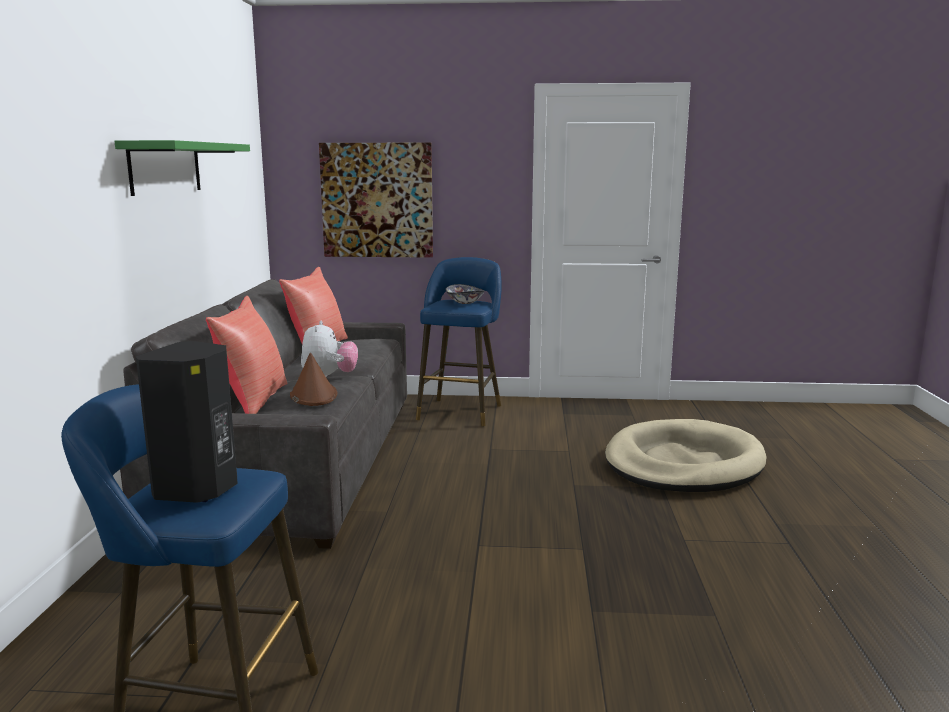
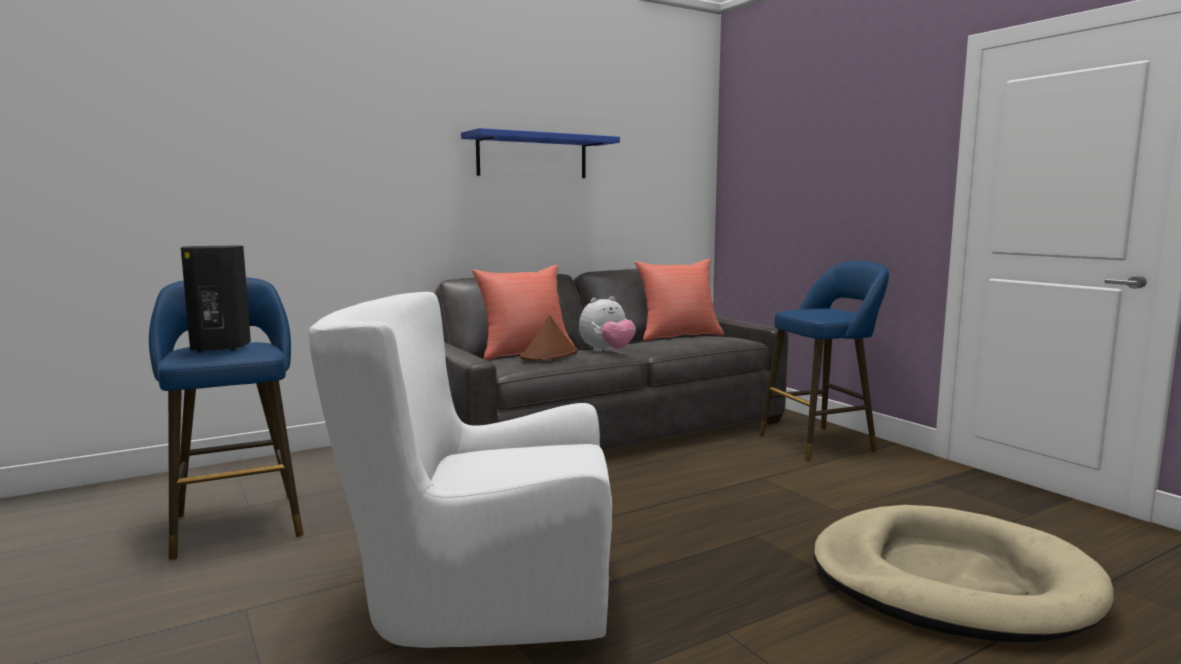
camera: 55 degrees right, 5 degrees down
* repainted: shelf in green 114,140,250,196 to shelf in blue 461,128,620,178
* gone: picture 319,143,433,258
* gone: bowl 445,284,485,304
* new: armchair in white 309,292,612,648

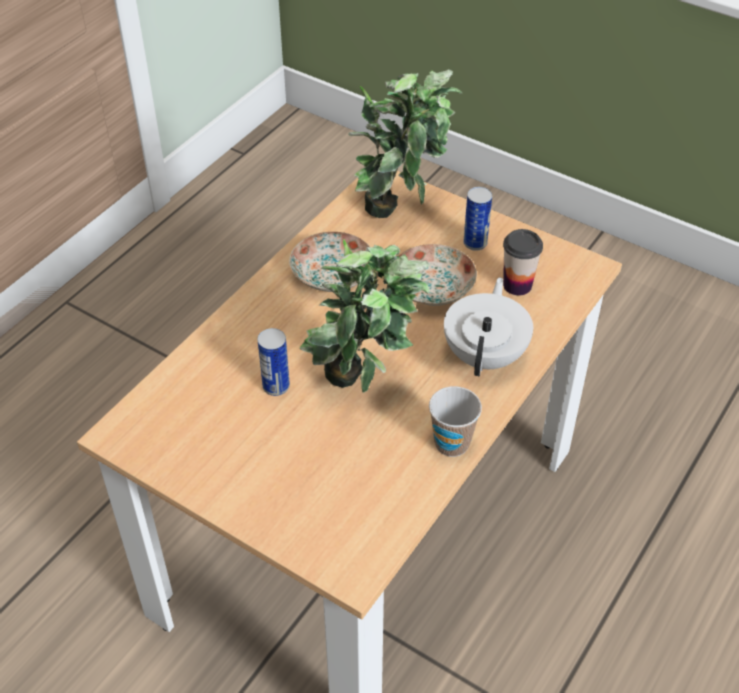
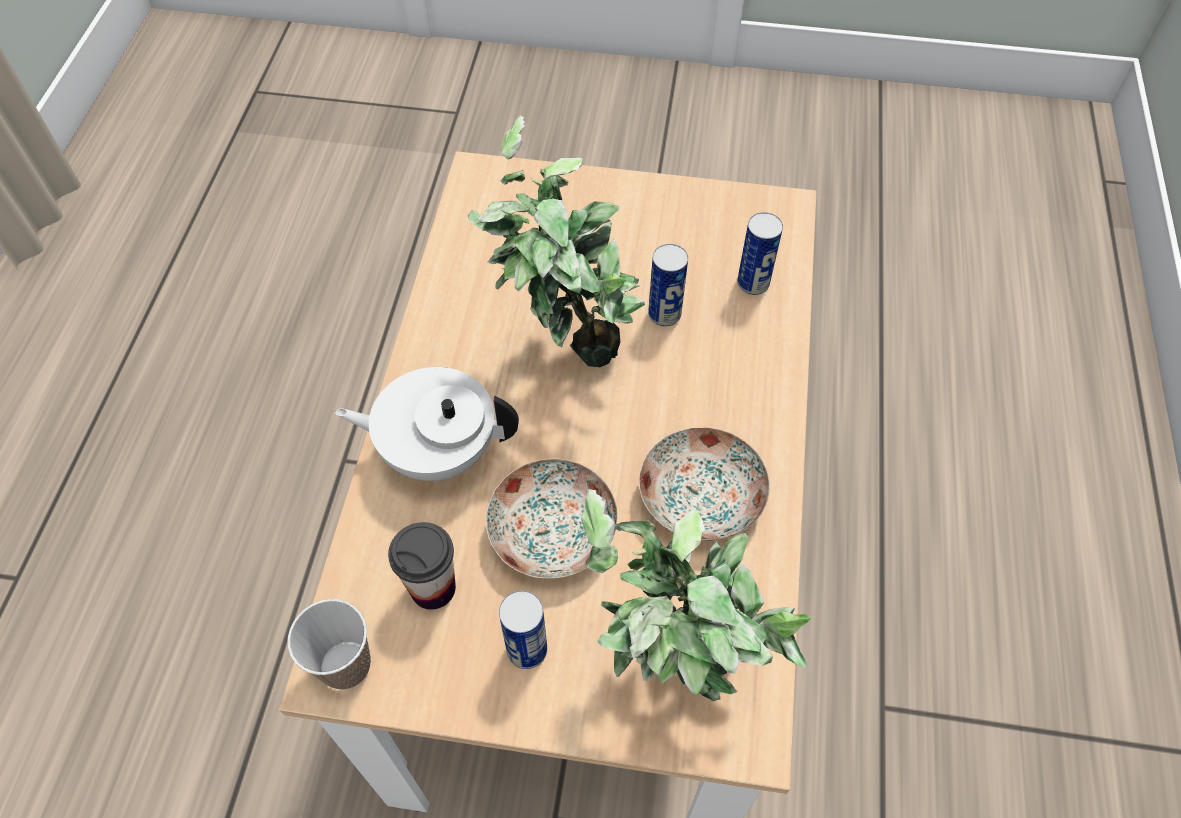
camera: 155 degrees right, 10 degrees up
* rotated: teapot in white 444,277,533,376 = 335,367,519,481 105 degrees clockwise
* shifted: cup 429,386,482,457 to 287,599,371,690
* new: can 737,212,783,295

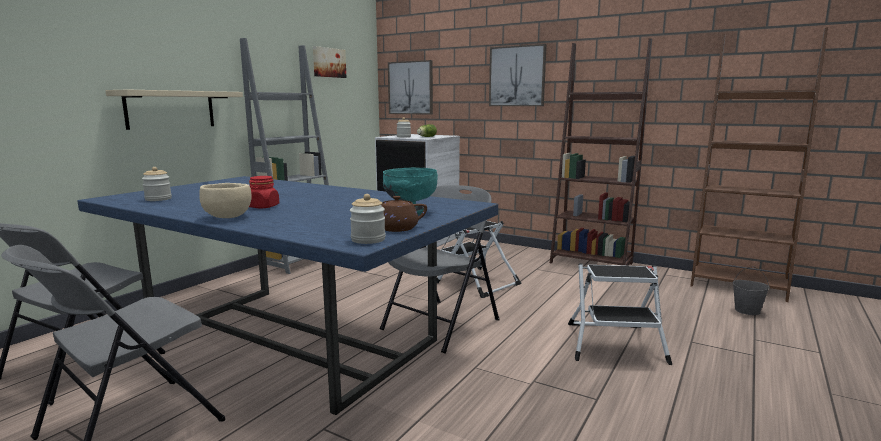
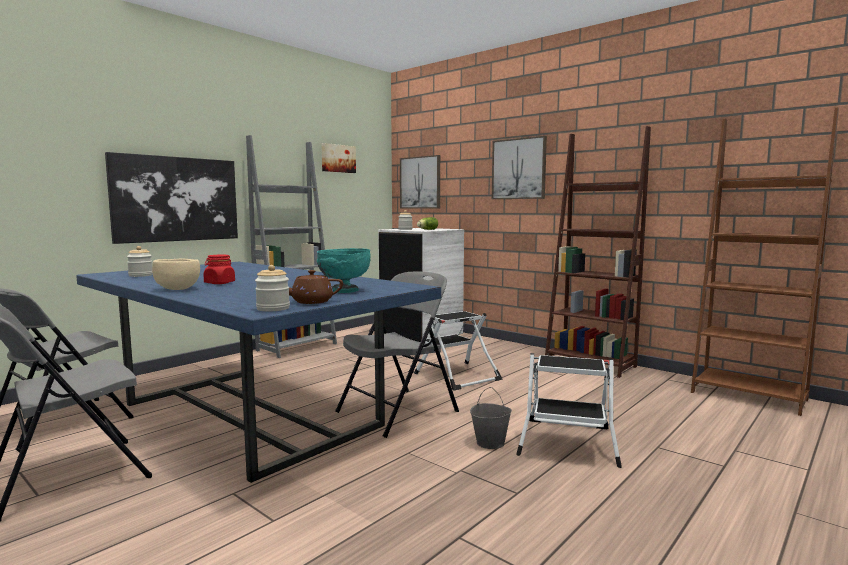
camera: 10 degrees right, 5 degrees down
* swapped: shelf in beige 105,89,243,130 to picture 105,152,238,244
* shifted: bucket in grey 733,266,770,315 to 470,387,512,449

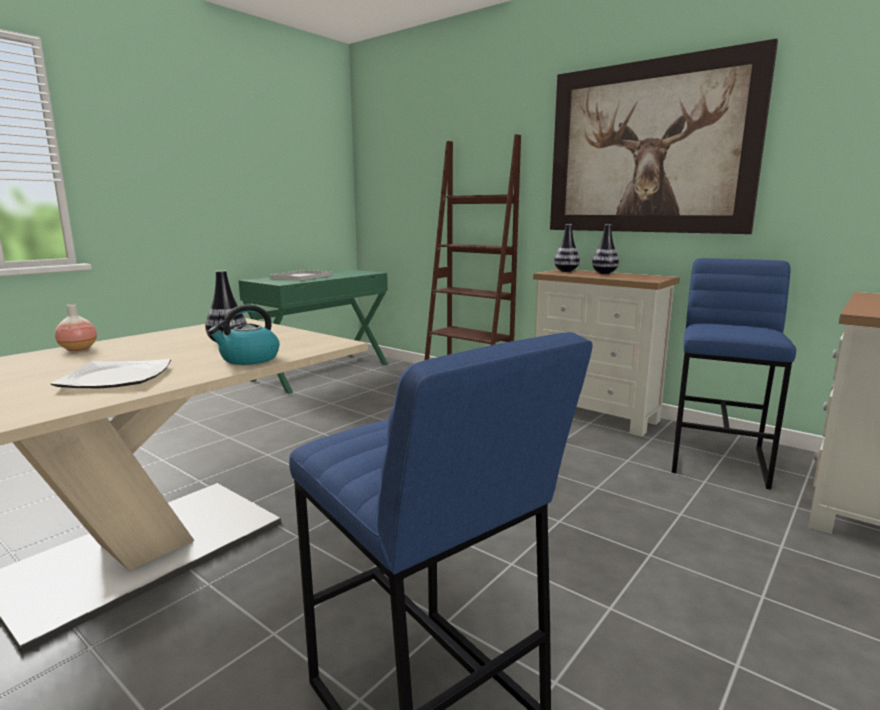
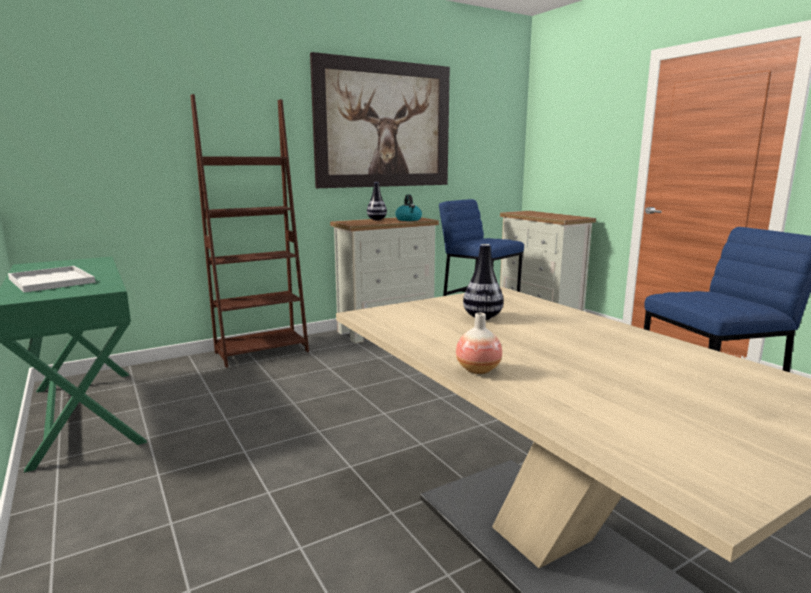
camera: 70 degrees left, 0 degrees up
* gone: vase 554,224,580,272
* shifted: kettle 208,304,279,365 to 395,194,422,221
* gone: plate 51,359,171,388

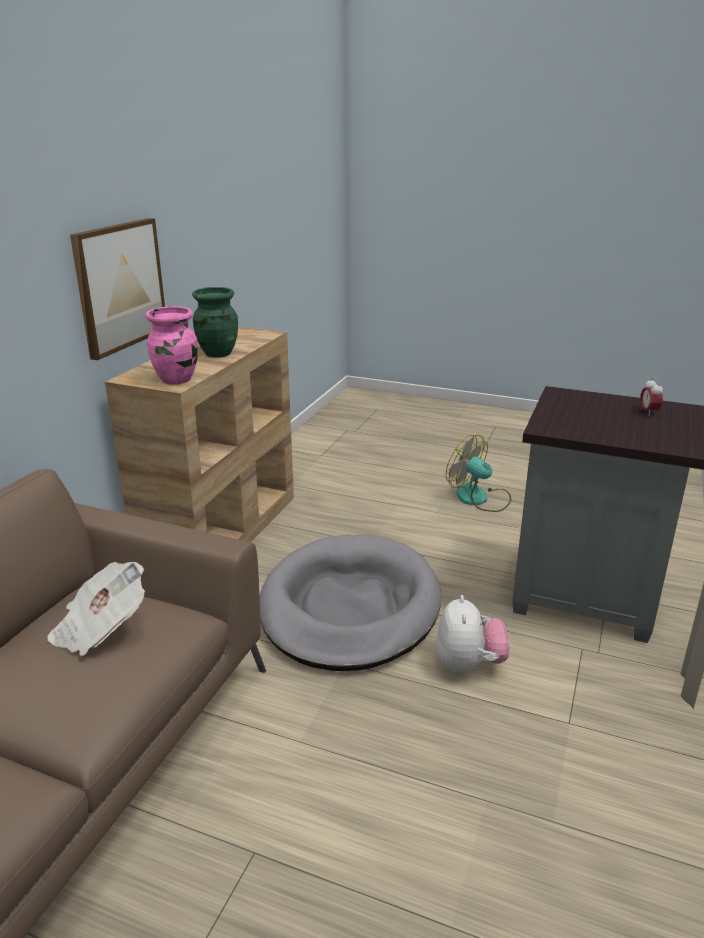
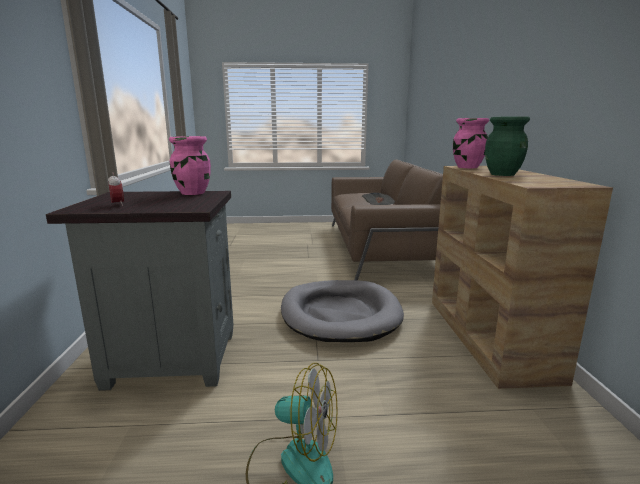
camera: 155 degrees right, 10 degrees down
* gone: picture 70,218,165,360
* gone: plush toy 436,595,510,674
* new: vase in pink 169,136,211,195

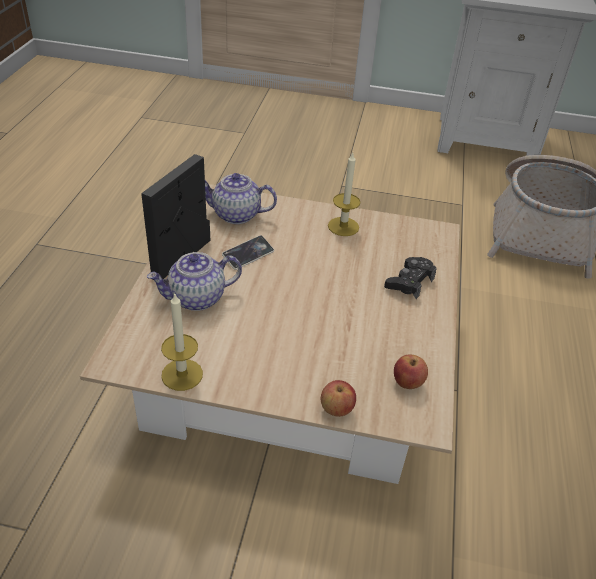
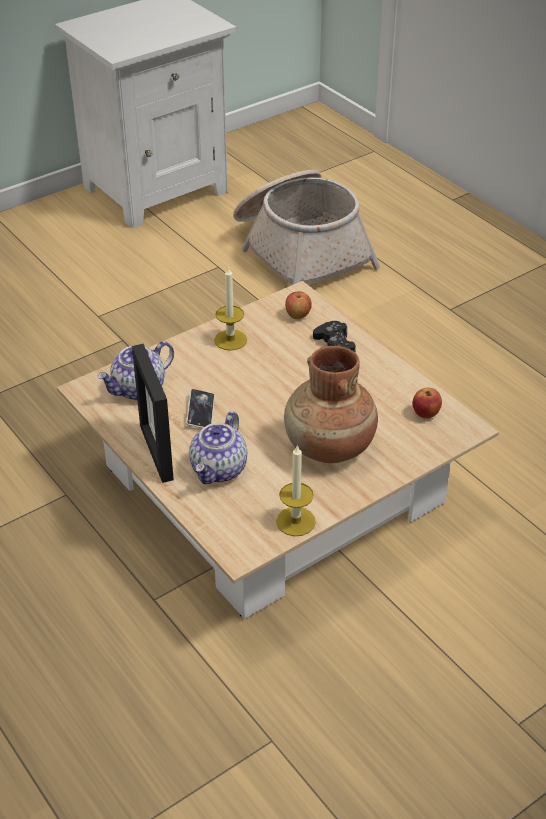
camera: 45 degrees left, 0 degrees up
* shifted: apple 321,380,356,417 to 285,291,312,319
* new: vase in brown 284,346,378,463

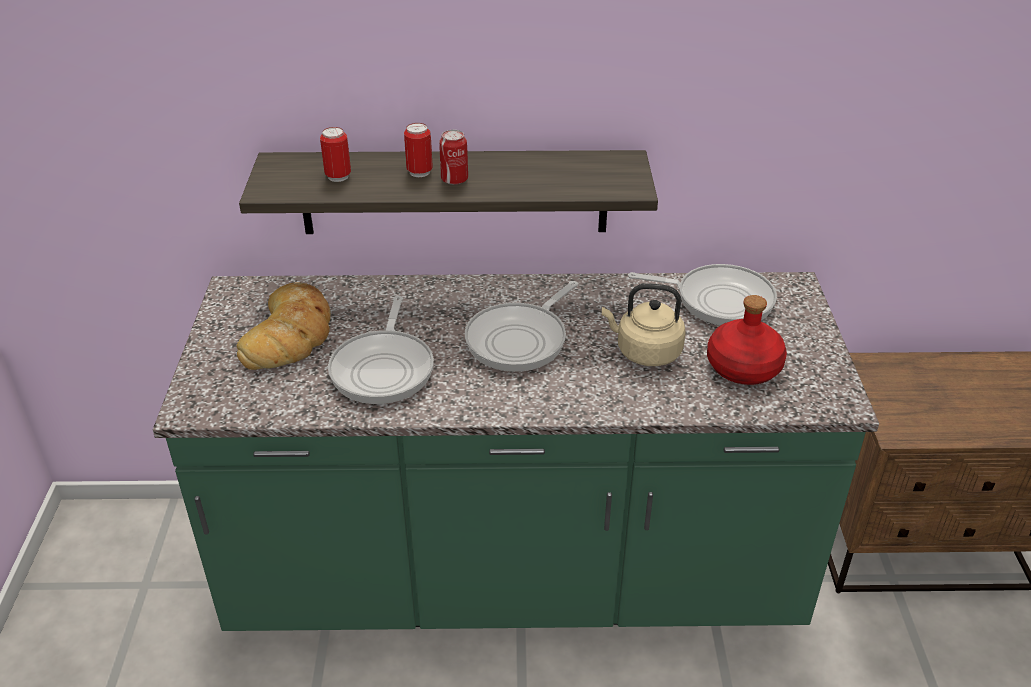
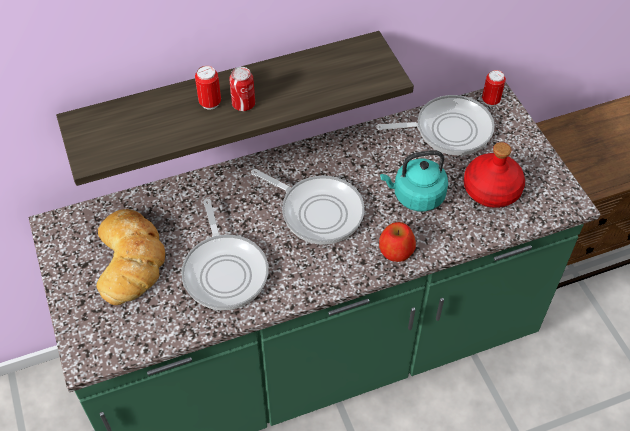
camera: 20 degrees left, 15 degrees up
* shifted: can 320,127,351,182 to 482,70,506,106
* rotated: frying pan 465,281,578,372 = 251,169,365,245 75 degrees counterclockwise
* repainted: kettle in beige 602,283,686,366 to kettle in turquoise 380,150,448,211
* new: apple 379,222,416,262

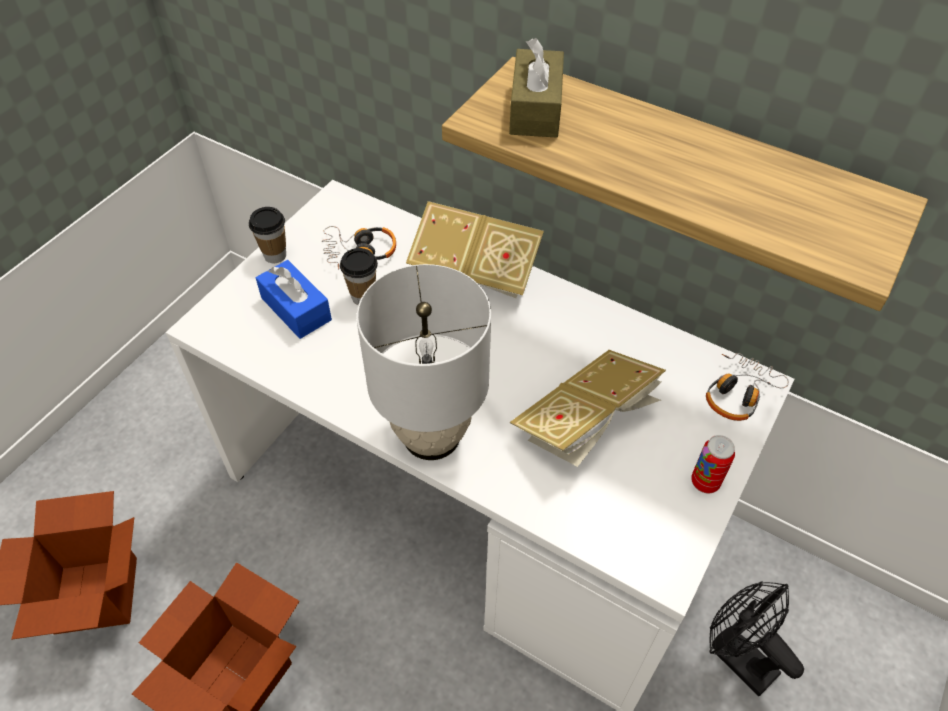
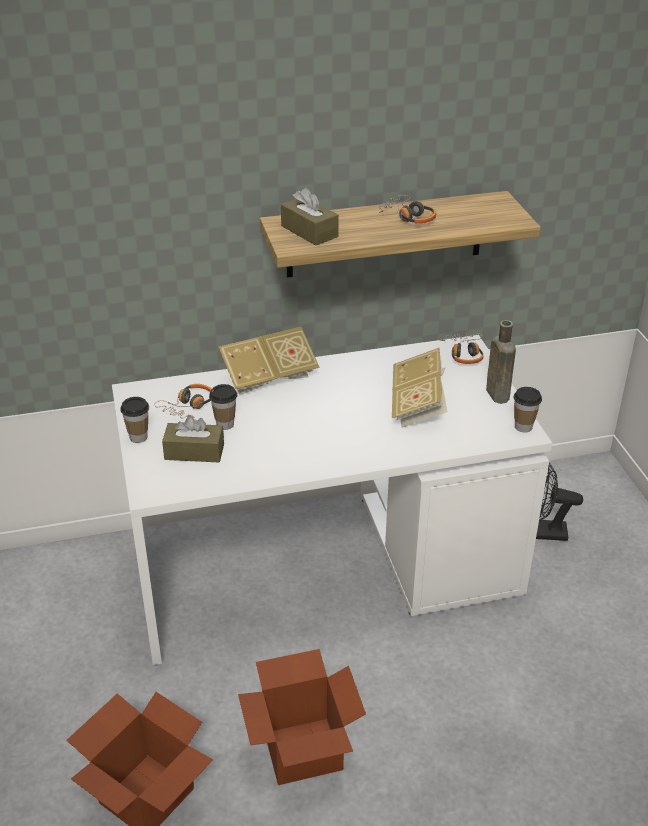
camera: 45 degrees left, 15 degrees down
* repainted: tissue box in blue 256,260,332,339 to tissue box in brown 162,415,224,462
* gone: table lamp in white 357,264,491,460
* swapped: can 691,435,735,493 to bottle in brown 486,320,516,404
* new: headphones 379,195,436,224
* new: cup 514,387,542,433

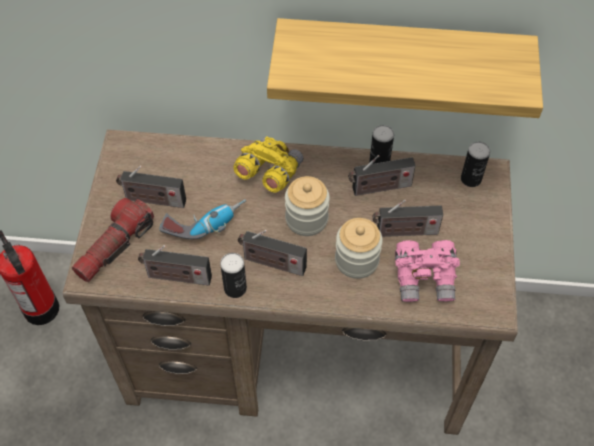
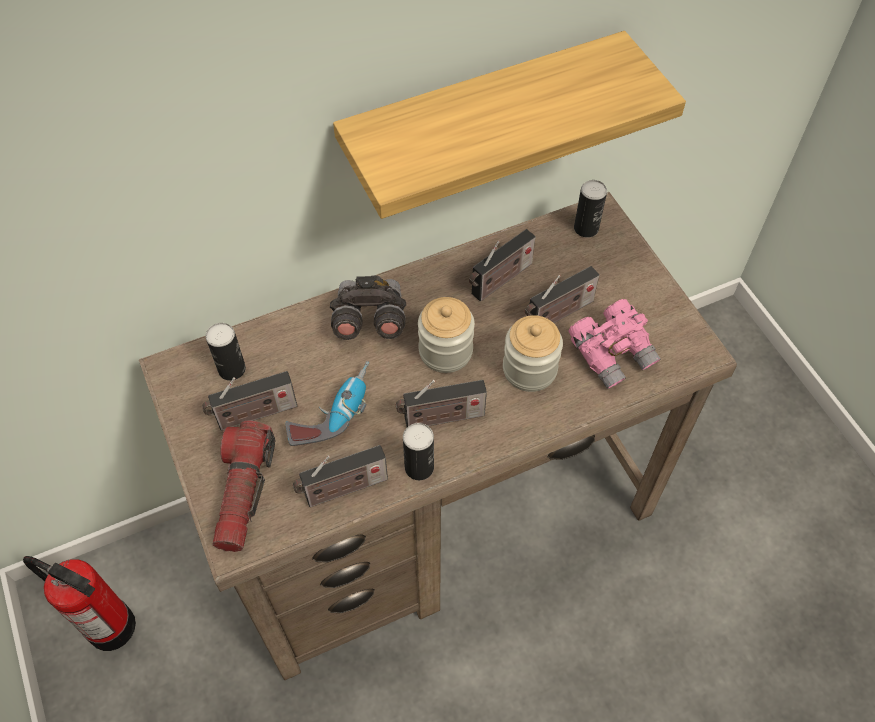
camera: 30 degrees left, 0 degrees up
* shifted: can 369,125,394,164 to 205,323,246,381
* repainted: binoculars in yellow 233,136,303,192 to binoculars in grey 330,275,406,340

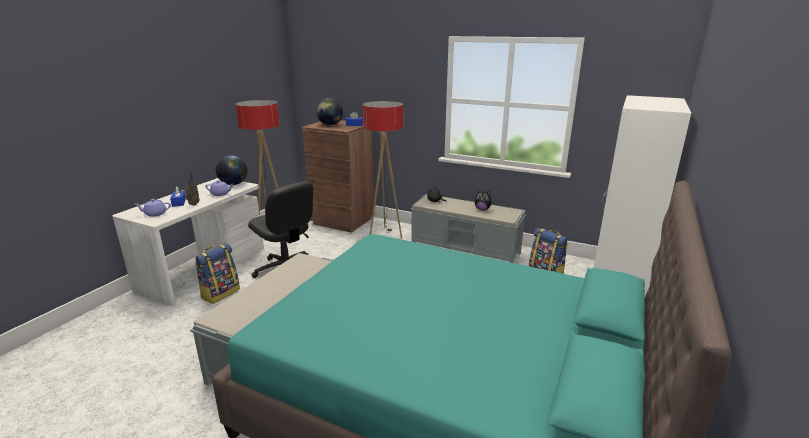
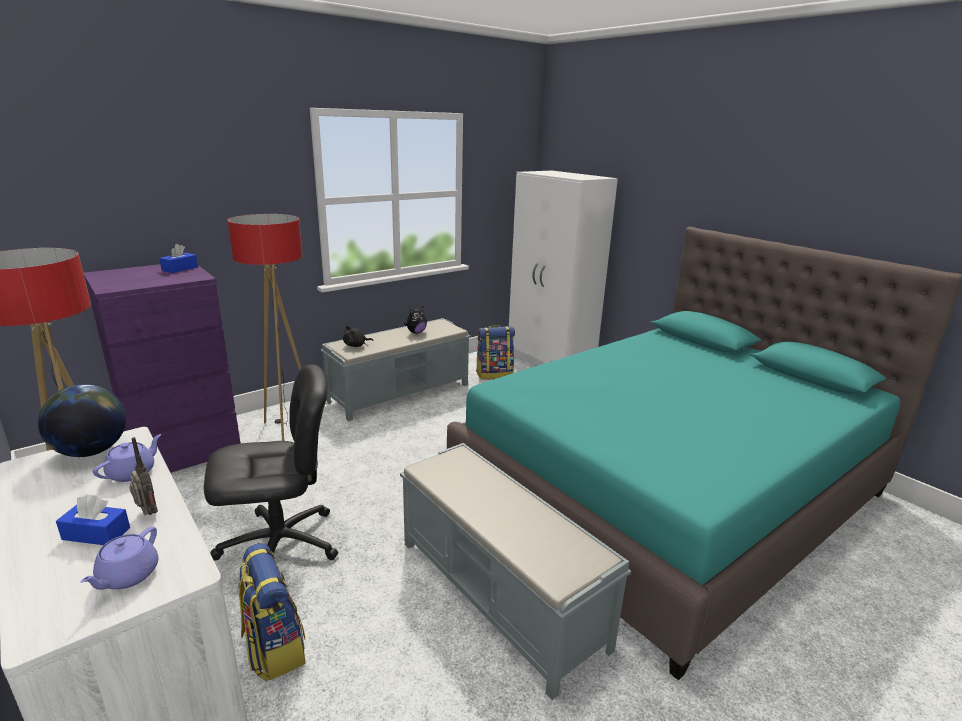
camera: 65 degrees left, 0 degrees up
* gone: globe 316,98,343,125
* repainted: dresser in brown 301,120,375,233 to dresser in purple 83,264,241,473

